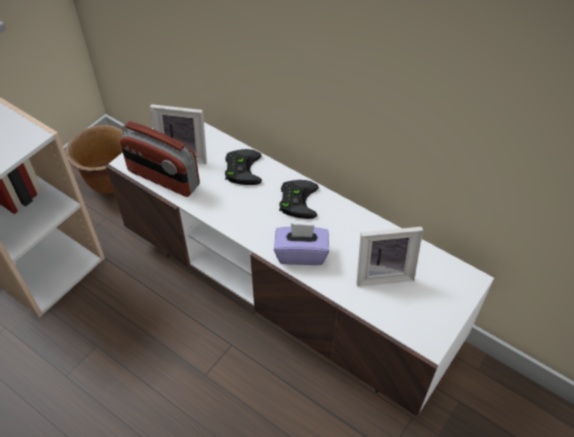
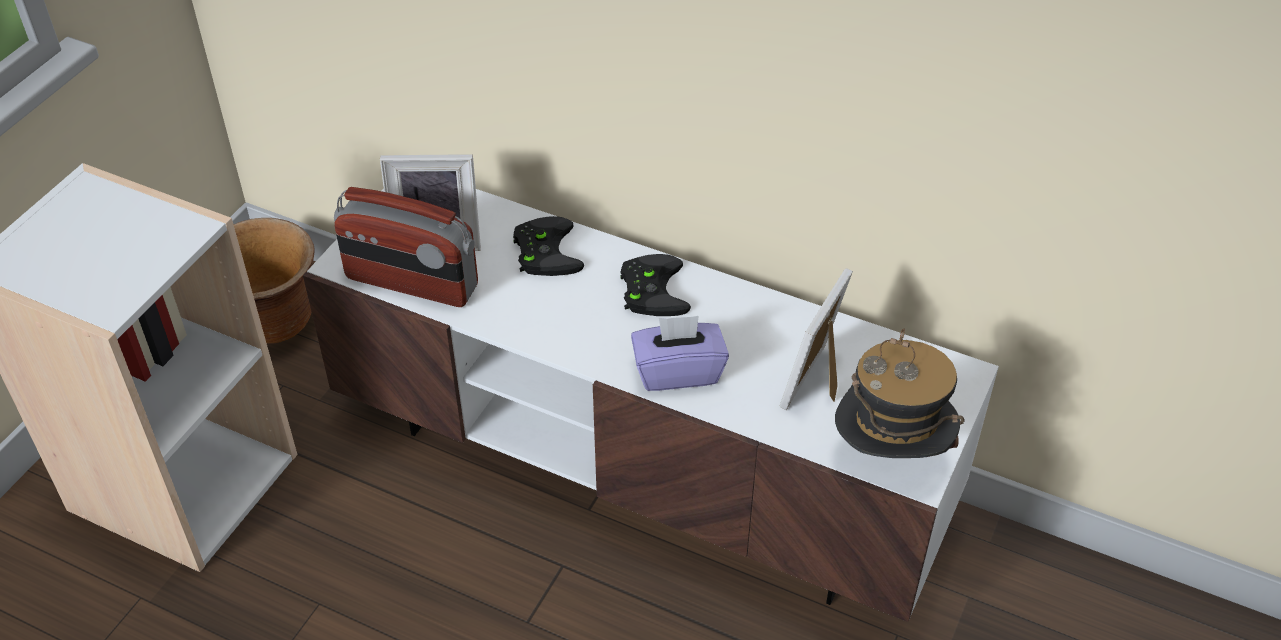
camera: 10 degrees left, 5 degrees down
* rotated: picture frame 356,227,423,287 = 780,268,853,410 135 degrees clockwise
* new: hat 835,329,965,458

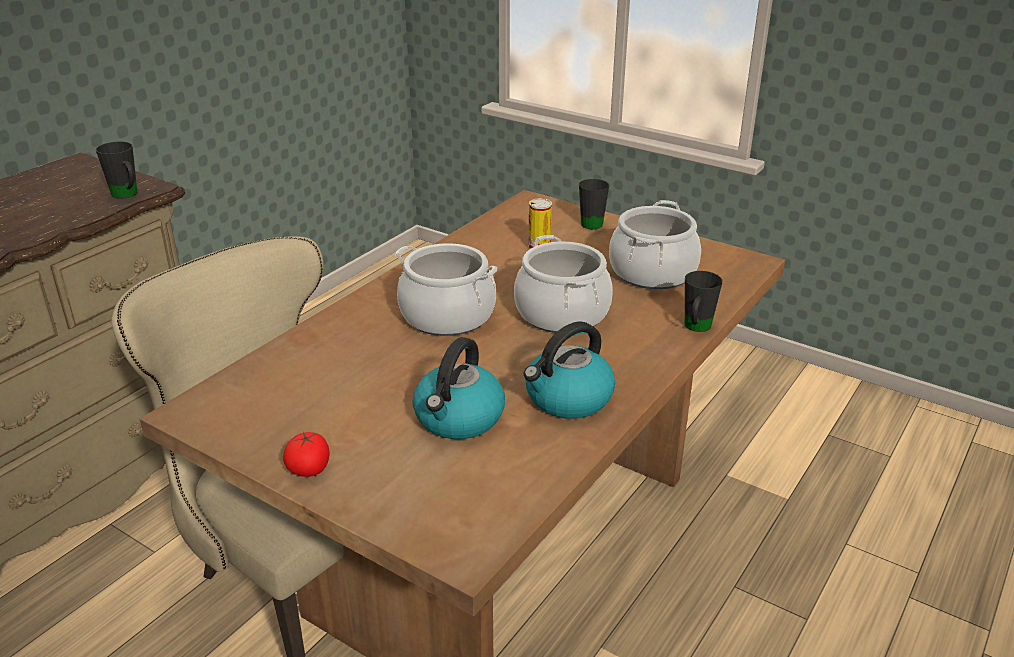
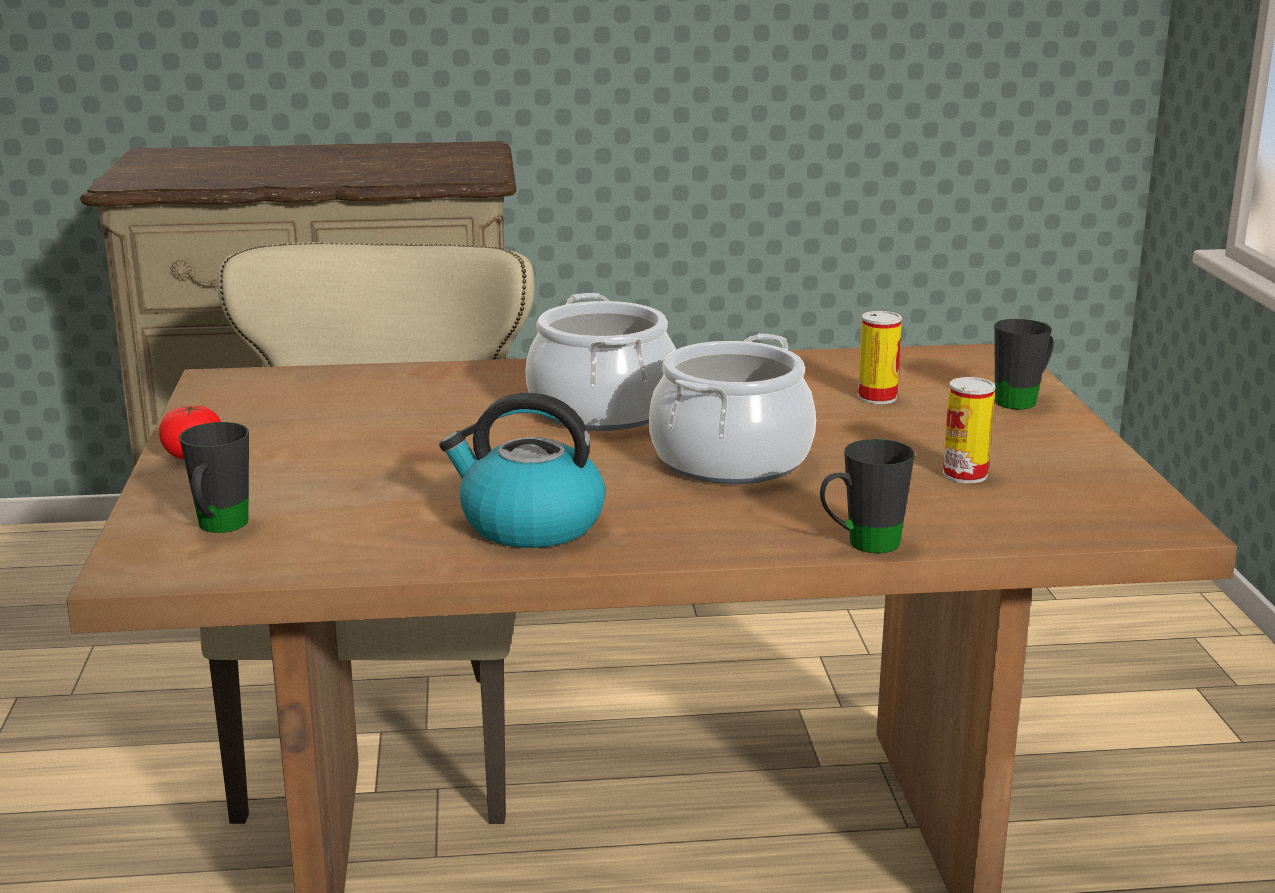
camera: 50 degrees right, 10 degrees down
* shifted: mug in black 96,142,137,199 to 179,422,249,533
* swapped: cooking pot 609,200,701,289 to can 943,377,996,483
* gone: kettle 413,337,505,439

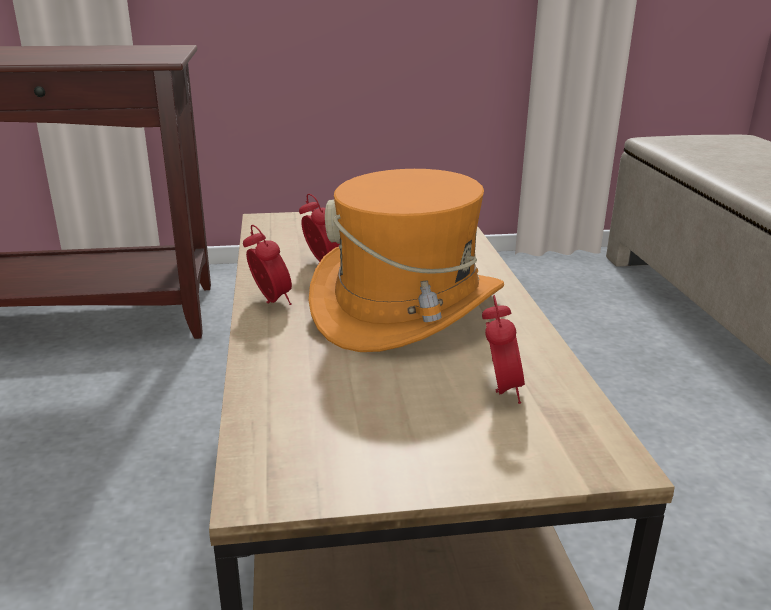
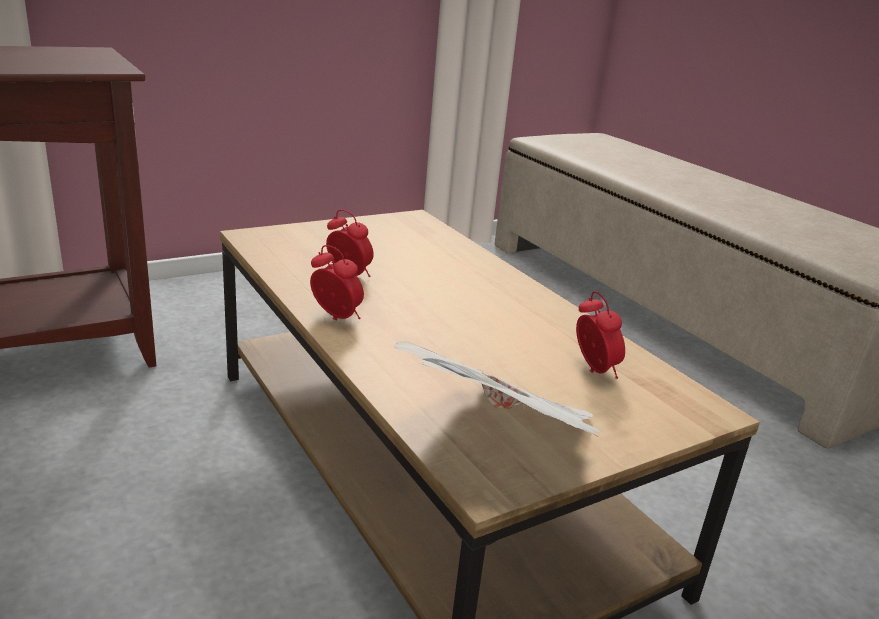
camera: 25 degrees left, 0 degrees up
* gone: hat in orange 309,169,504,352
* new: newspaper 393,341,601,437

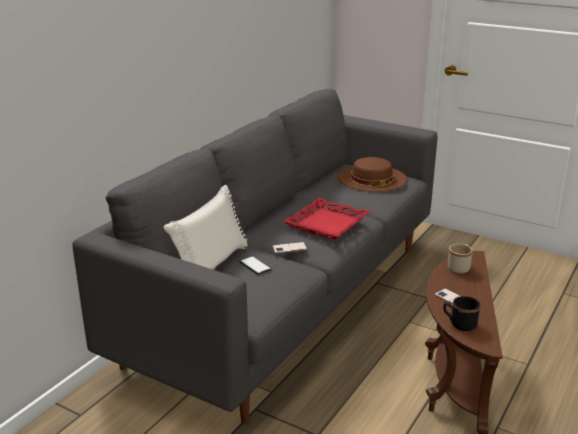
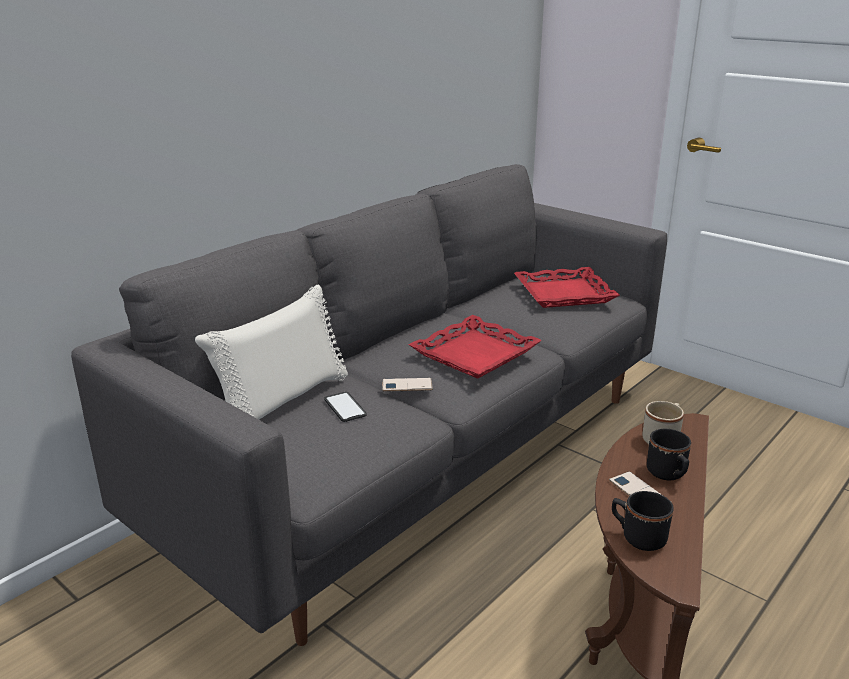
camera: 10 degrees right, 0 degrees up
* swapped: hat in brown 338,157,407,192 to tray in red 514,267,620,308
* new: mug in black 647,429,691,480

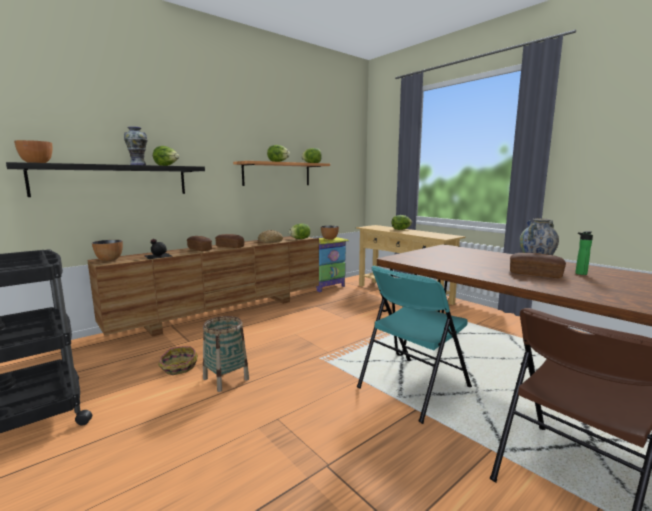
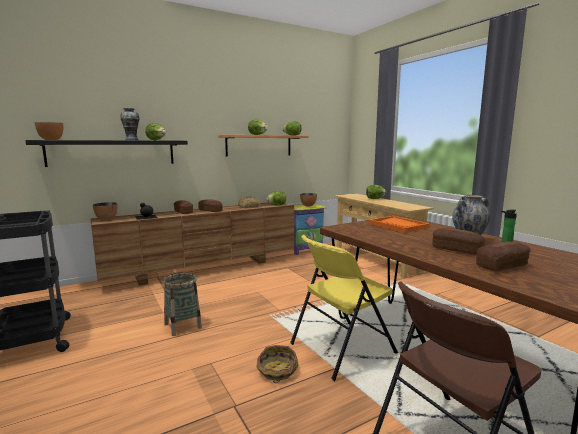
camera: 10 degrees right, 0 degrees up
* repainted: chair in turquoise 357,266,472,424 to chair in yellow 290,234,398,381
* shifted: basket 158,347,198,375 to 256,345,299,383
* new: tray in orange 369,216,430,233
* new: bread 476,241,530,271

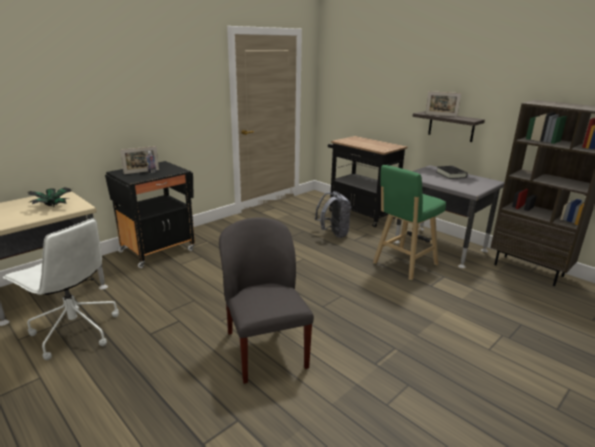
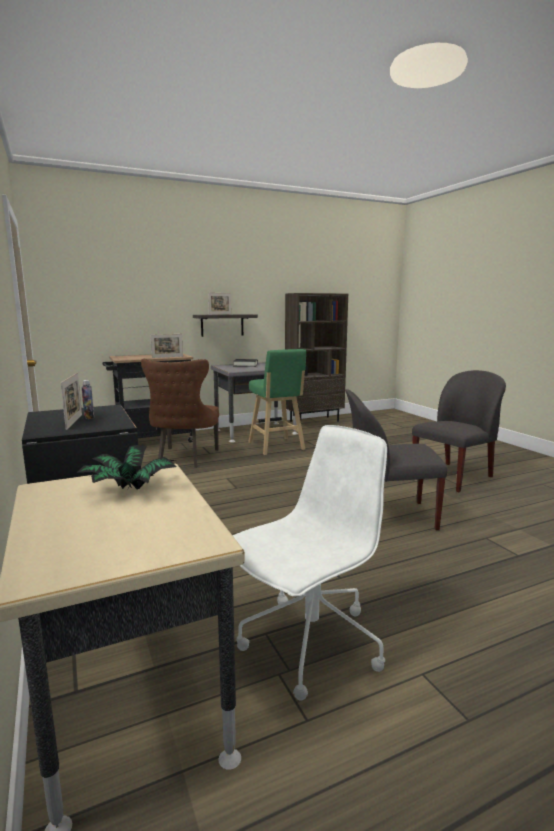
camera: 70 degrees left, 10 degrees down
* swapped: backpack in grey 315,191,351,238 to chair in brown 141,359,219,468
* new: picture frame 150,334,183,358
* new: chair in grey 412,370,506,492

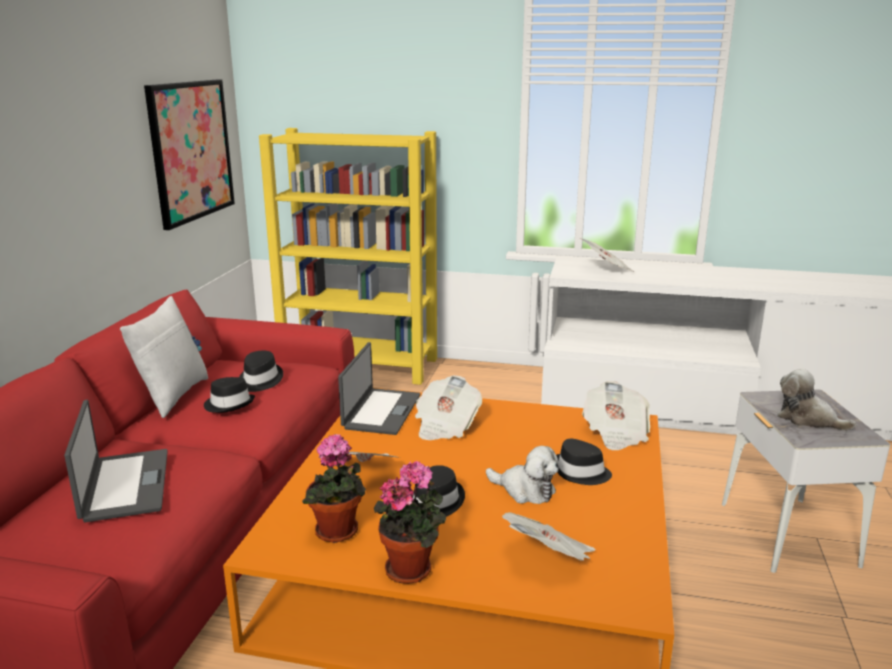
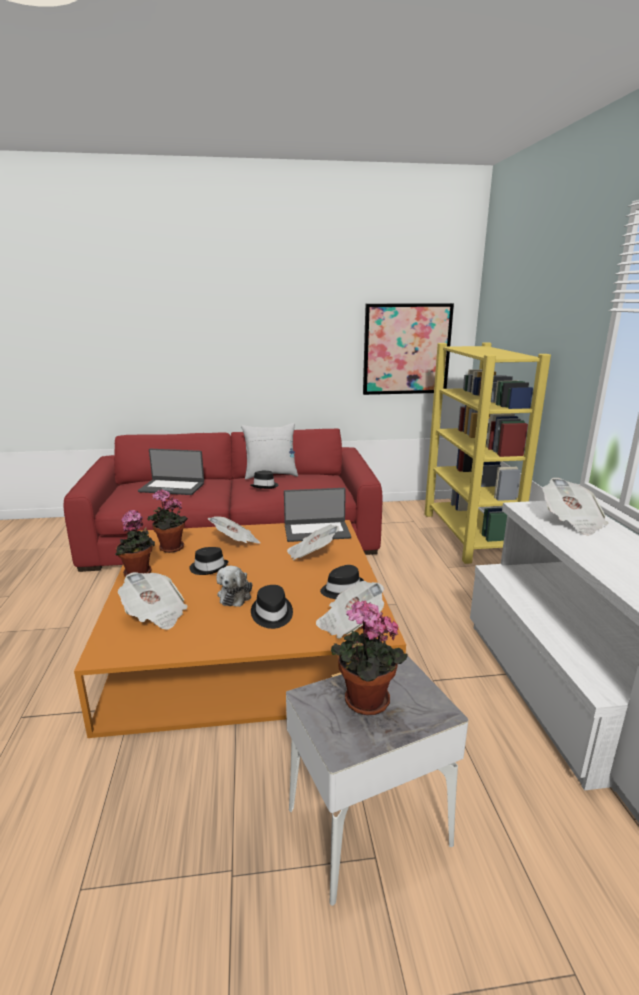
camera: 70 degrees right, 0 degrees up
* shifted: hat in black 239,351,283,392 to 320,565,364,599
* swapped: plush toy 777,369,857,430 to potted plant 331,600,408,715
* rotated: laptop 64,399,168,523 = 138,449,204,495 45 degrees clockwise

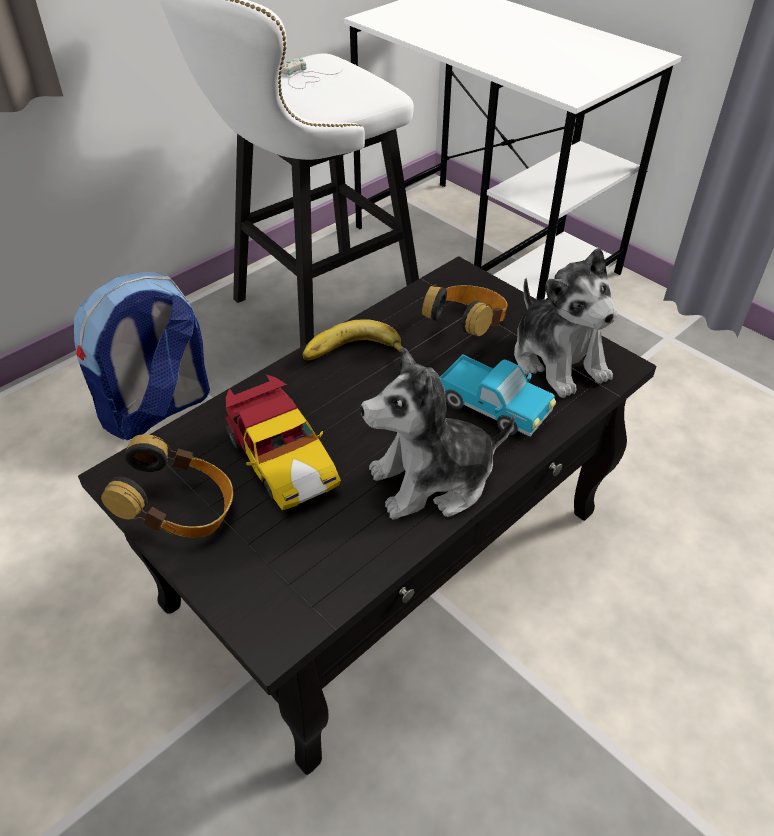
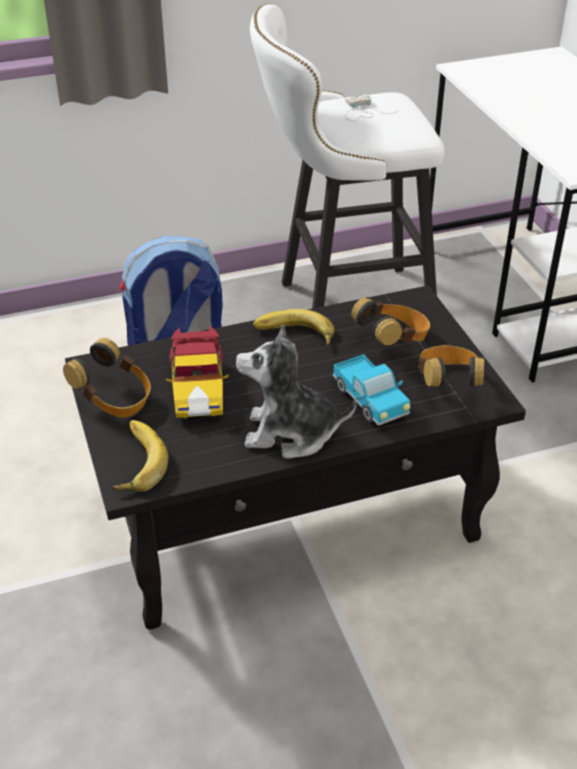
camera: 25 degrees right, 5 degrees down
* swapped: plush toy 514,248,617,398 to headphones 418,345,484,387
* new: banana 112,420,168,492

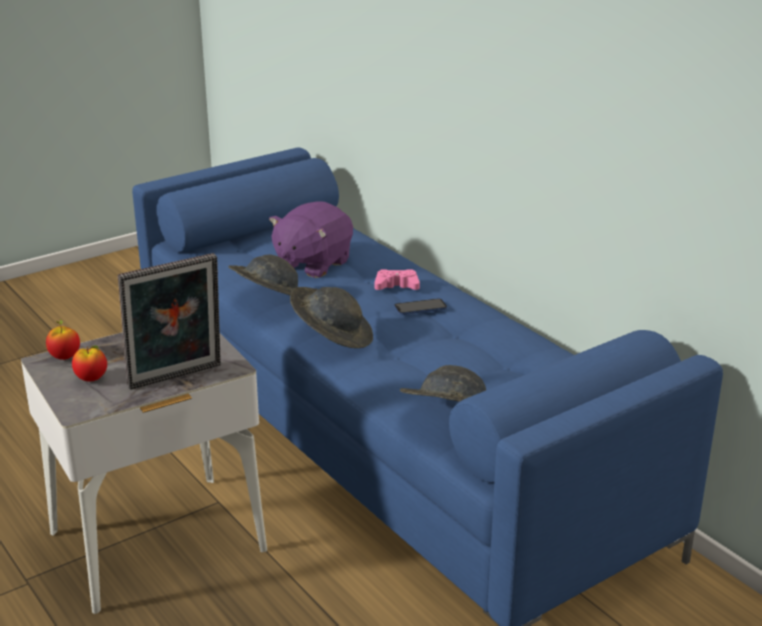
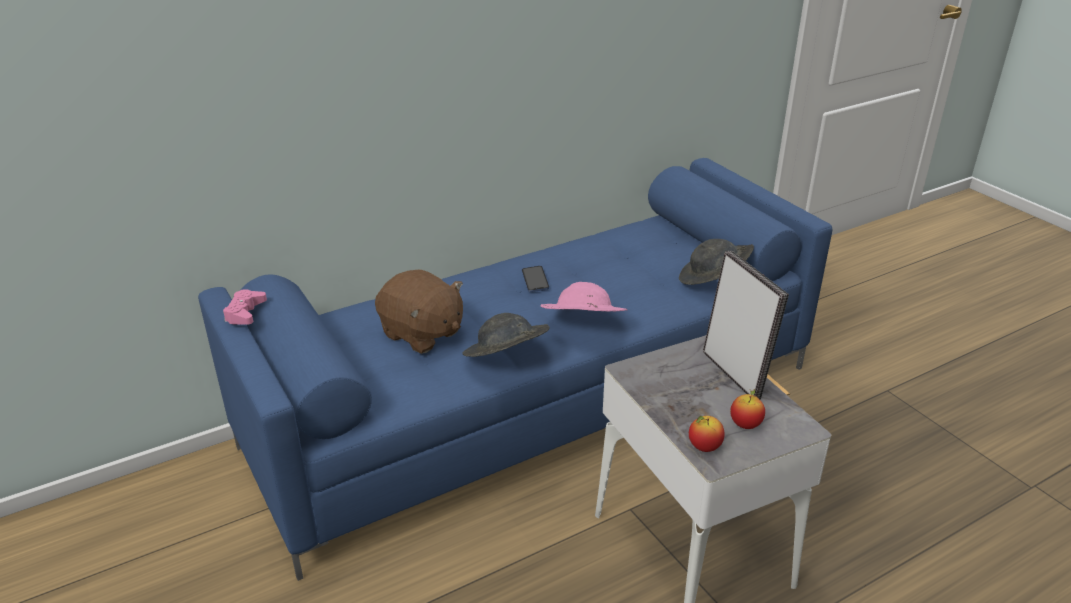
camera: 85 degrees left, 5 degrees up
* repainted: plush toy in purple 269,201,353,278 to plush toy in brown 375,269,463,354
* shifted: game controller in pink 374,269,420,290 to 223,289,267,325
* repainted: hat in grey 290,287,373,348 to hat in pink 540,282,628,311

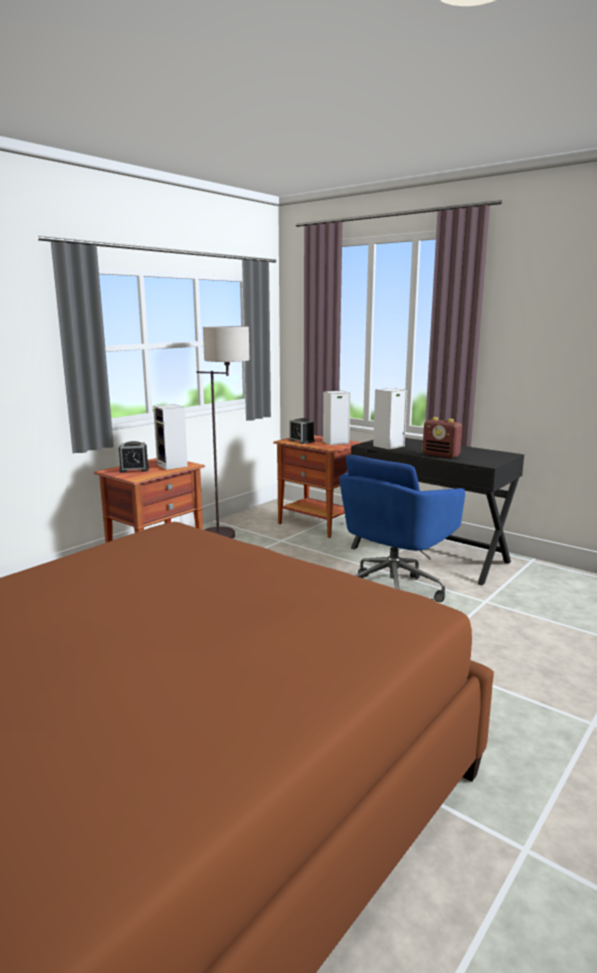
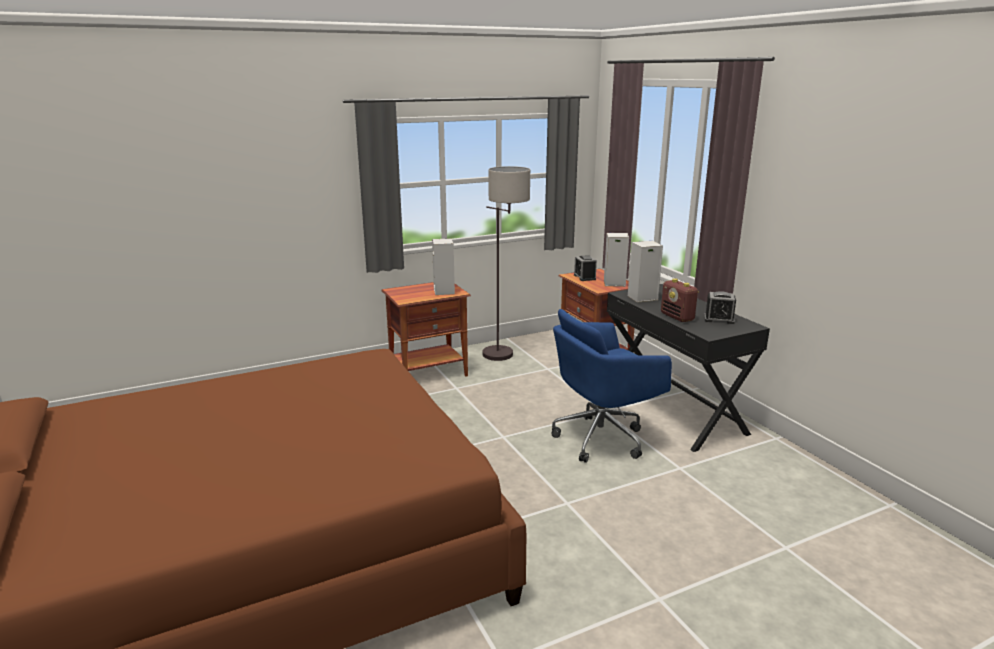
camera: 25 degrees right, 5 degrees up
* shifted: alarm clock 119,441,149,473 to 704,291,736,324

